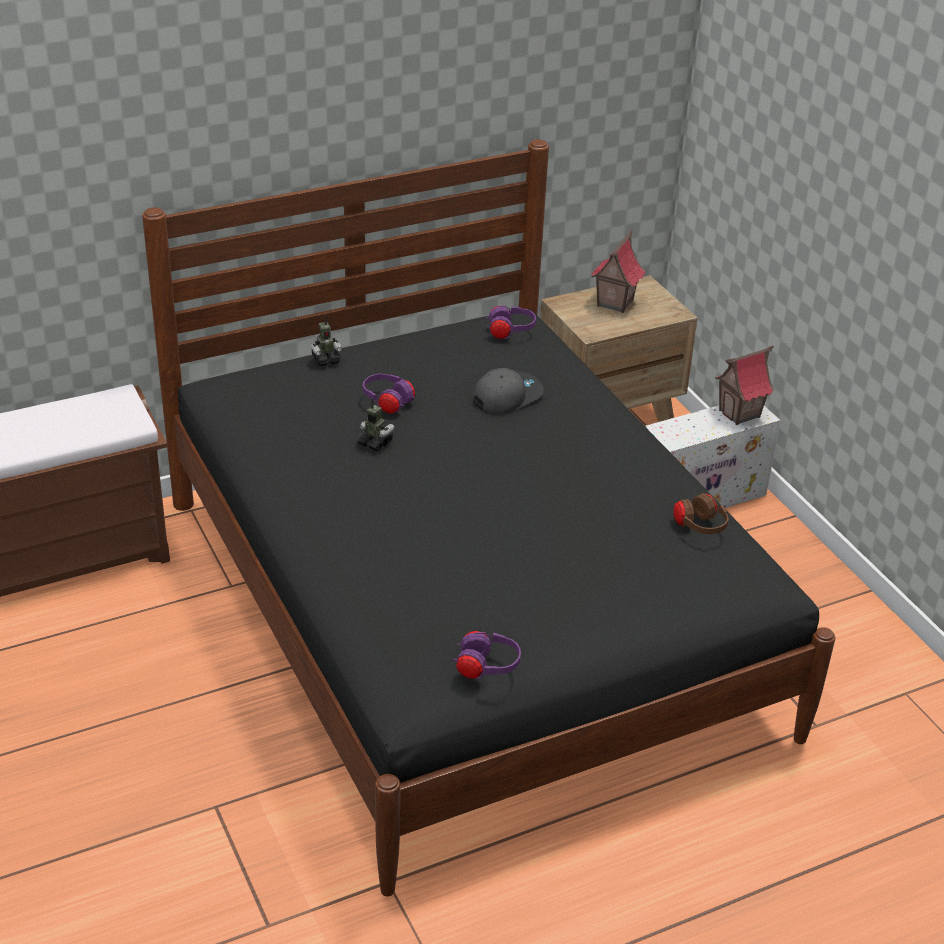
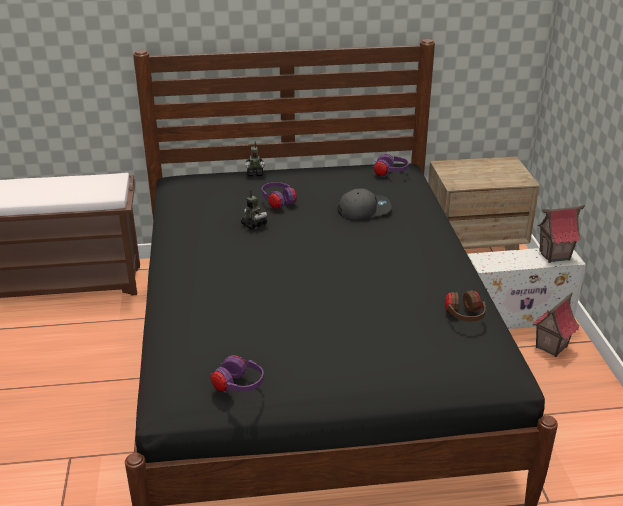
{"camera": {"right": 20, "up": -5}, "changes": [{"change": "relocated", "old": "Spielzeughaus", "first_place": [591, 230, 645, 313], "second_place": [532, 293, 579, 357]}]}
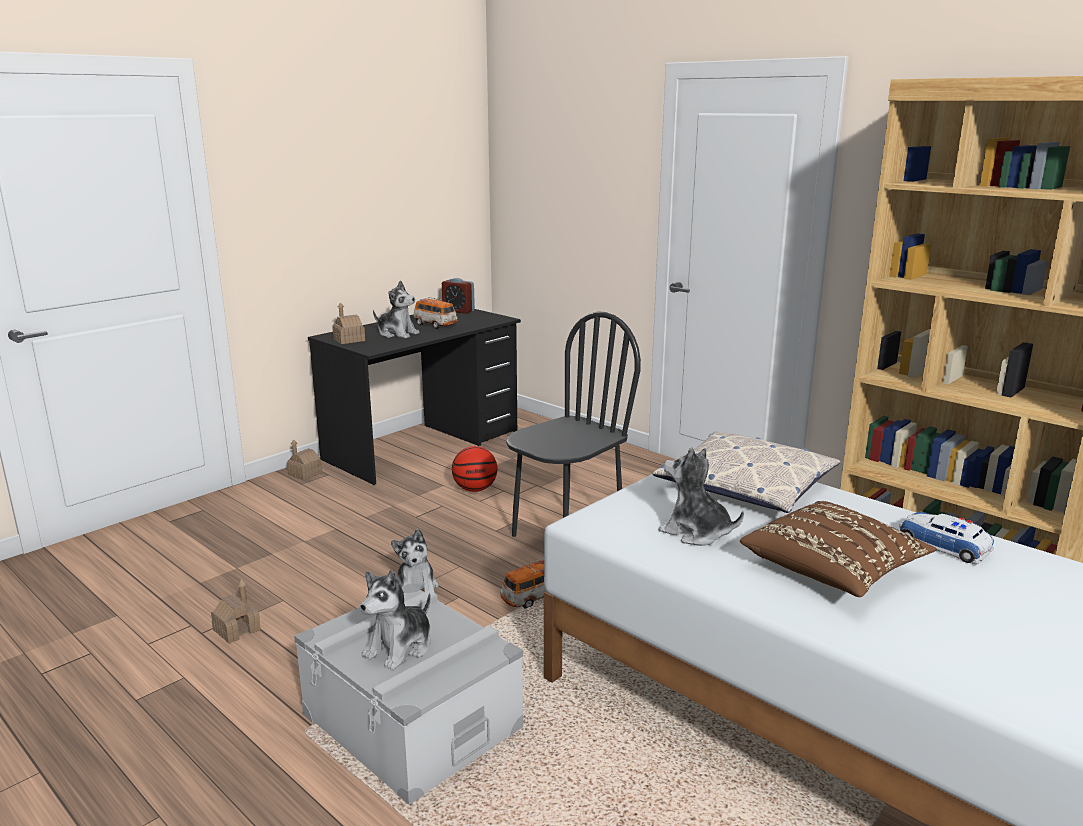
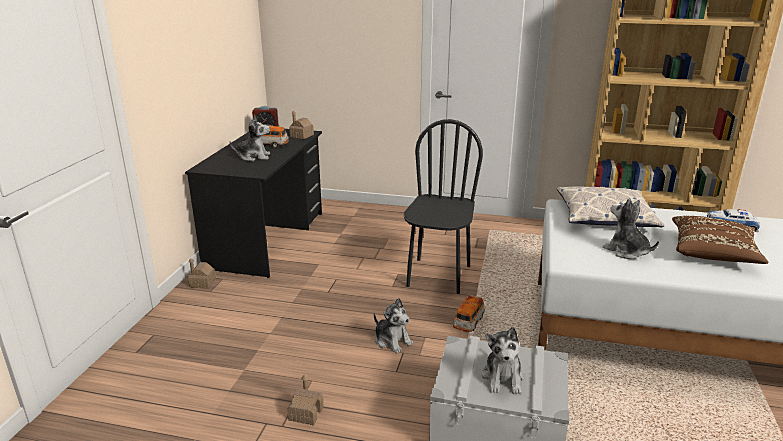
{"camera": {"right": -30, "up": 5}, "changes": [{"change": "relocated", "old": "Spielzeughaus", "first_place": [332, 302, 365, 344], "second_place": [289, 110, 314, 139]}, {"change": "spun", "old": "Plüschtier", "first_place": [659, 447, 744, 546], "second_place": [603, 198, 659, 259], "degrees": 45}, {"change": "missing", "old": "Basketball", "first_place": [452, 446, 497, 492]}]}
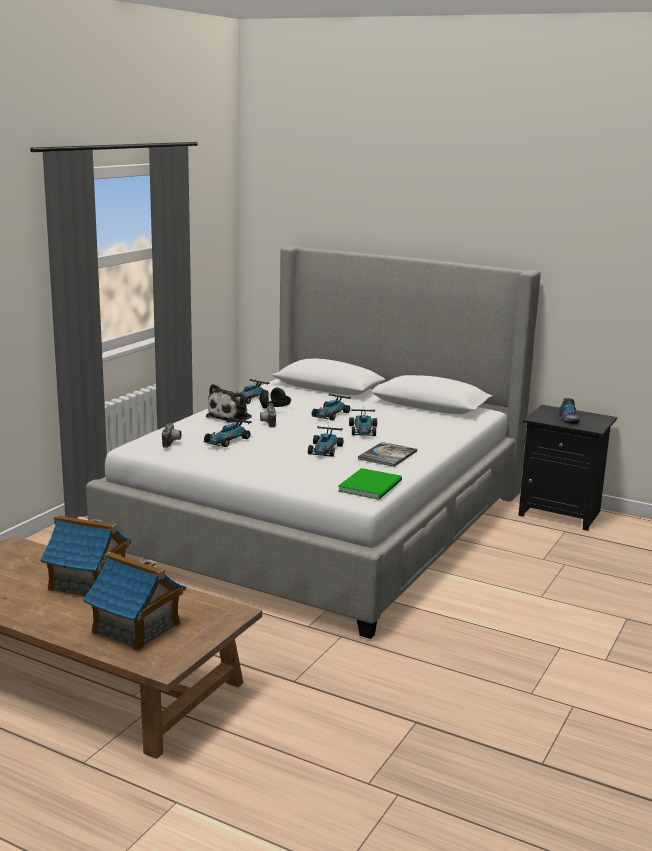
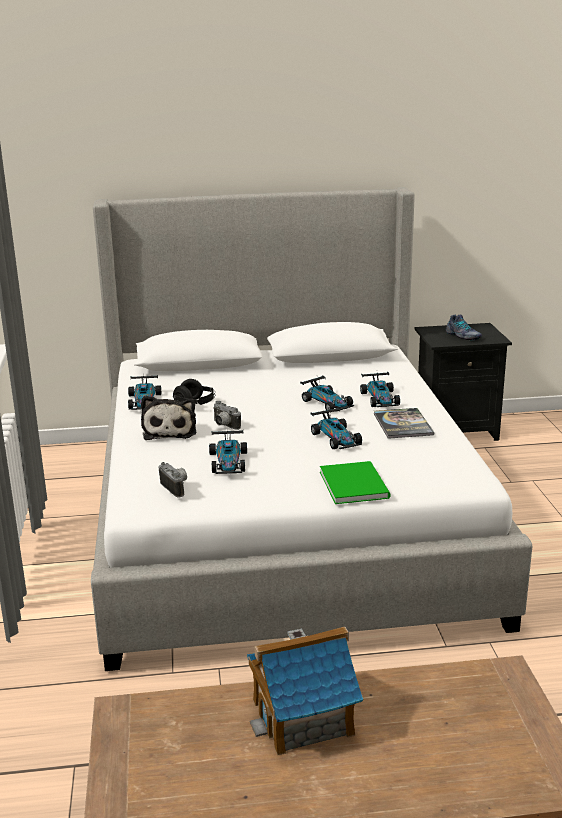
{"camera": {"right": -35, "up": 5}, "changes": [{"change": "relocated", "old": "Buch [grün]", "first_place": [338, 468, 402, 500], "second_place": [320, 461, 390, 504]}, {"change": "relocated", "old": "Spielzeugauto", "first_place": [312, 393, 351, 420], "second_place": [360, 372, 400, 407]}, {"change": "missing", "old": "Spielzeughaus", "first_place": [83, 552, 186, 651]}]}
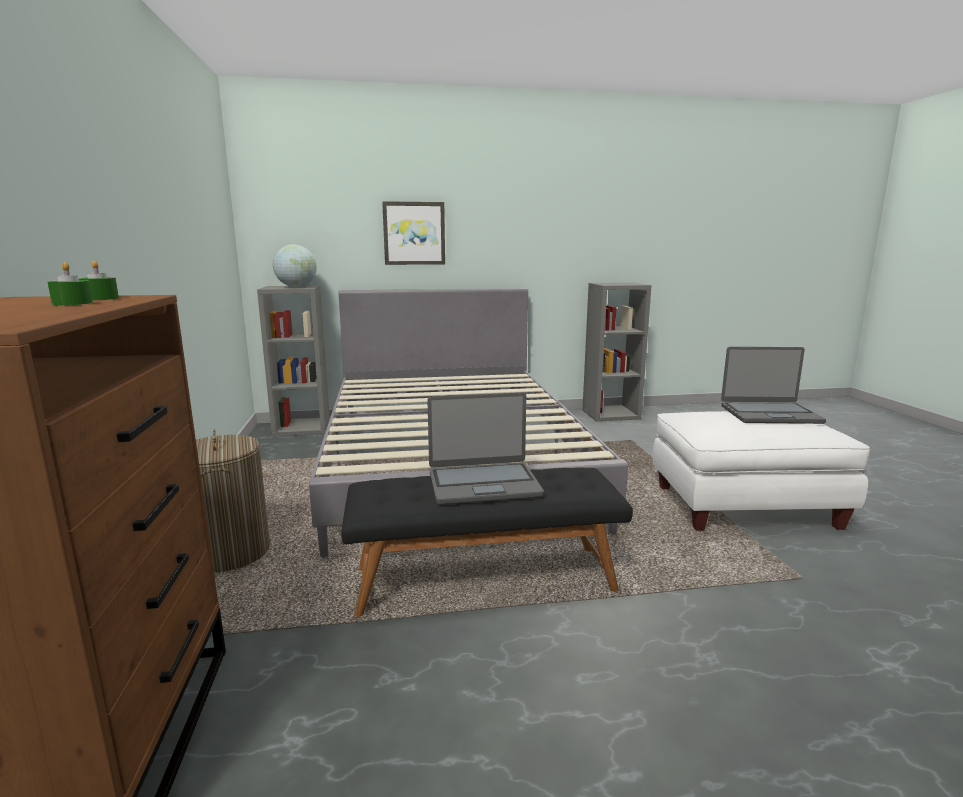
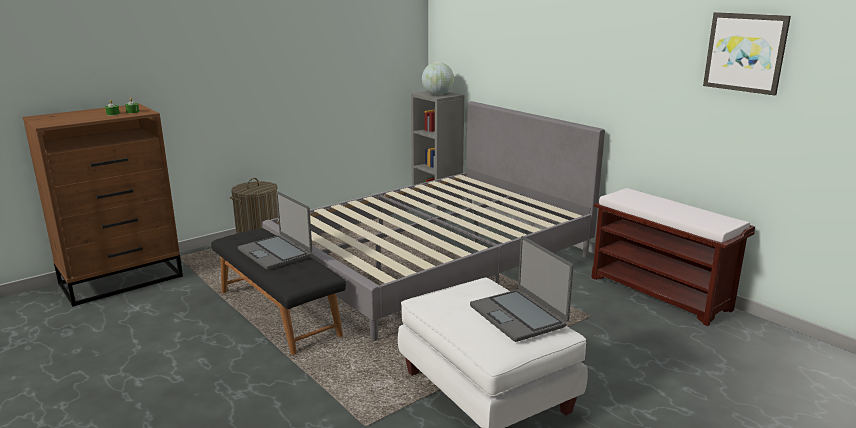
{"camera": {"right": 60, "up": 5}, "changes": [{"change": "exchanged", "old": "Bücherregal [grau]", "new": "Bank [braun]", "first_place": [583, 282, 652, 422], "second_place": [591, 188, 755, 326]}, {"change": "relocated", "old": "Bild", "first_place": [382, 201, 445, 265], "second_place": [703, 12, 791, 96]}]}
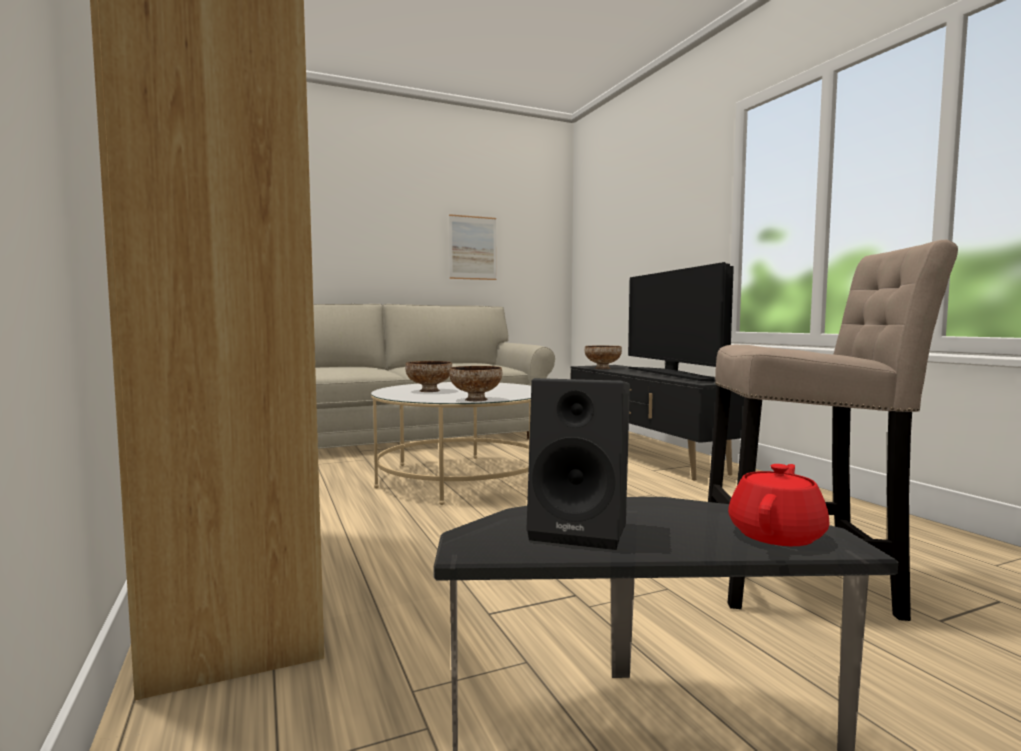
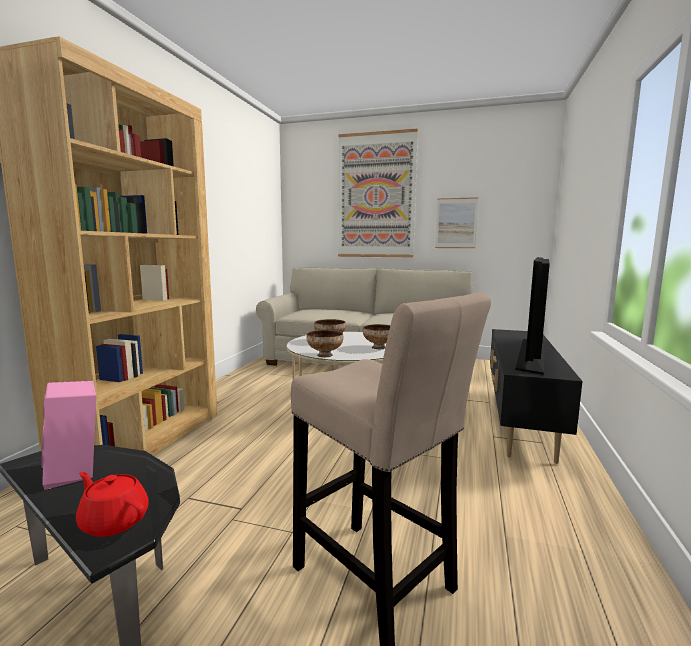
{"camera": {"right": 40, "up": 5}, "changes": [{"change": "colour", "old": "Lautsprecher [schwarz]", "new": "Lautsprecher [rosa]", "first_place": [526, 378, 630, 550], "second_place": [42, 381, 96, 490]}, {"change": "spun", "old": "Teekanne [rot]", "first_place": [728, 464, 829, 546], "second_place": [76, 472, 149, 537], "degrees": -135}, {"change": "appeared", "new": "Bild", "second_place": [338, 128, 418, 257]}, {"change": "relocated", "old": "Schüssel", "first_place": [585, 346, 622, 369], "second_place": [363, 324, 391, 349]}]}
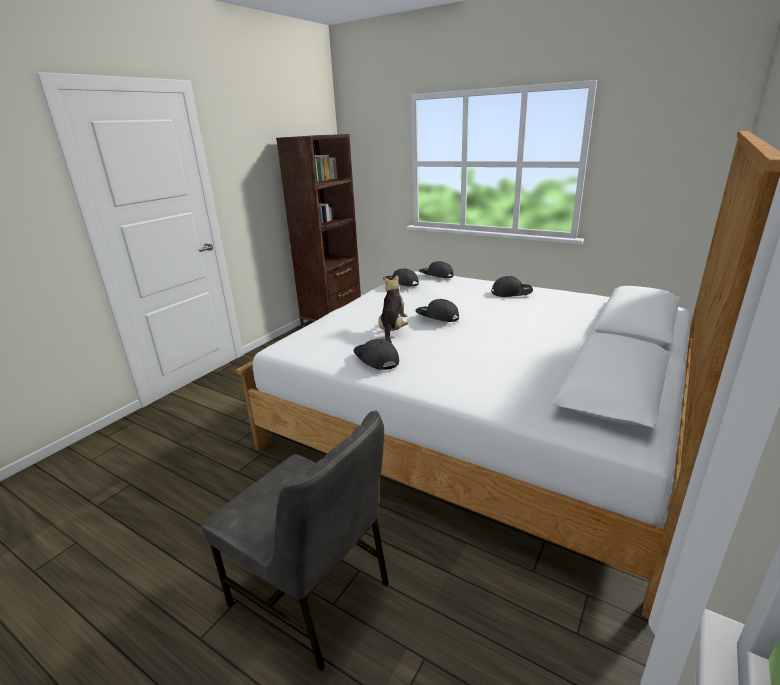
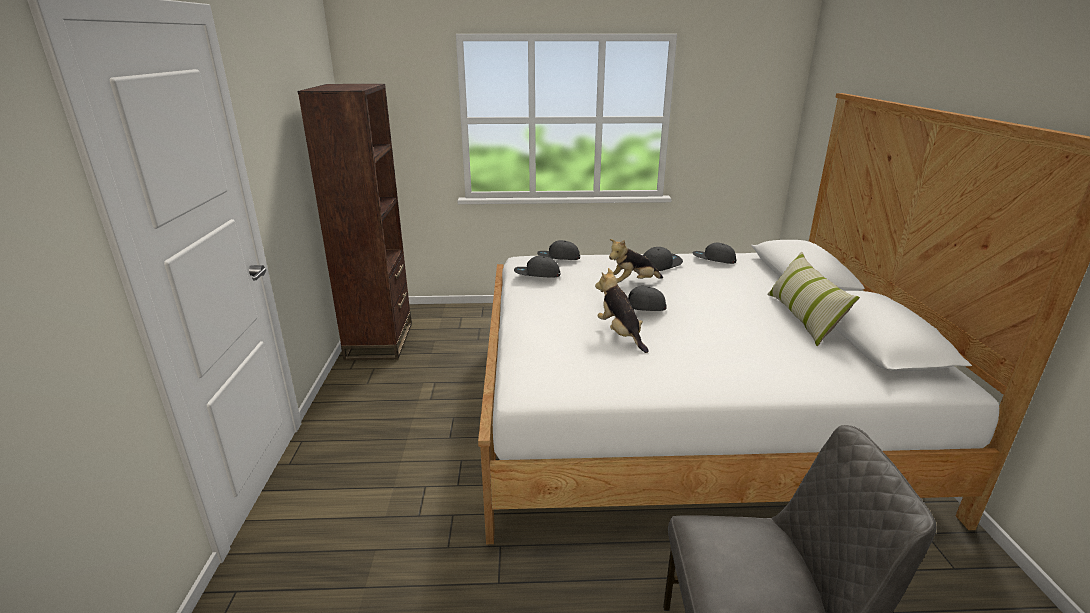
{"camera": {"right": -35, "up": 0}, "changes": [{"change": "appeared", "new": "Plüschtier", "second_place": [609, 239, 663, 283]}, {"change": "relocated", "old": "Kappe [grau]", "first_place": [354, 339, 399, 370], "second_place": [693, 243, 736, 264]}, {"change": "appeared", "new": "Kissen", "second_place": [767, 252, 860, 346]}]}
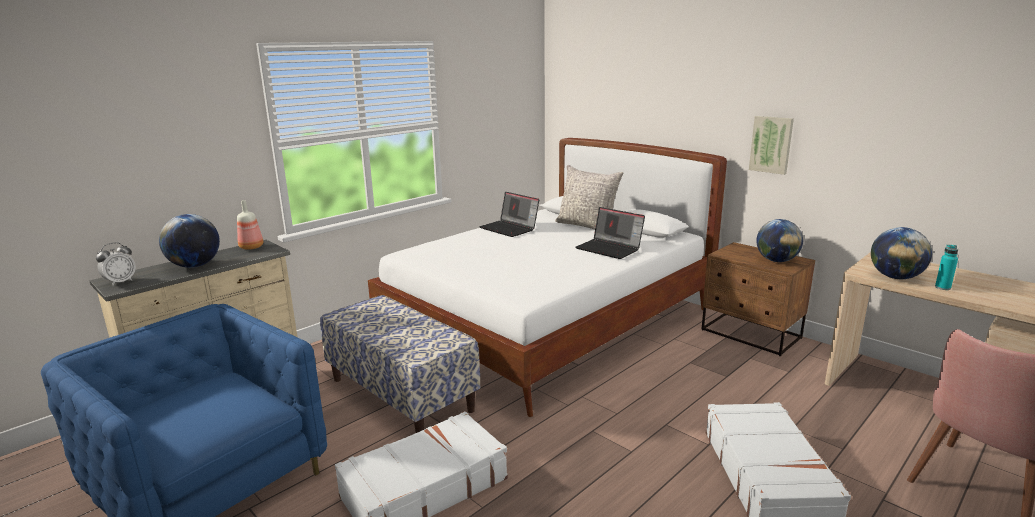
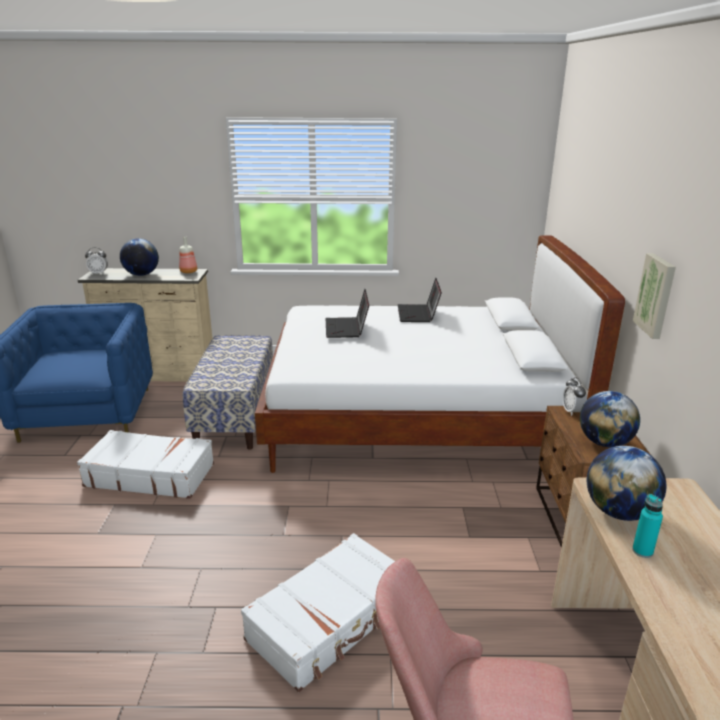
{"camera": {"right": 45, "up": 5}, "changes": [{"change": "relocated", "old": "Laptop", "first_place": [576, 207, 645, 259], "second_place": [326, 289, 369, 338]}, {"change": "appeared", "new": "Wecker", "second_place": [562, 377, 587, 416]}, {"change": "missing", "old": "Kissen [grau]", "first_place": [555, 165, 623, 229]}]}
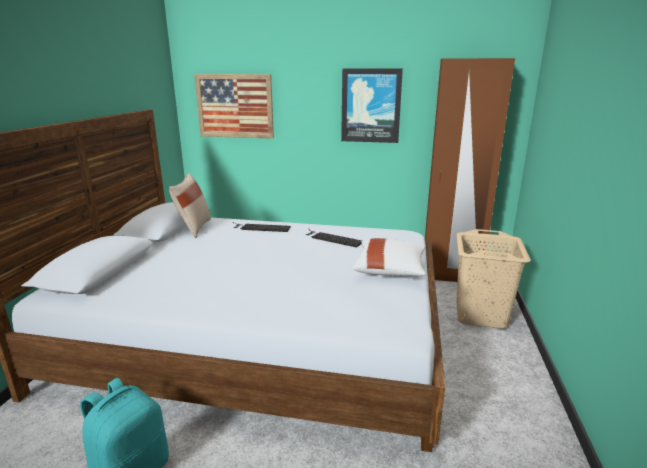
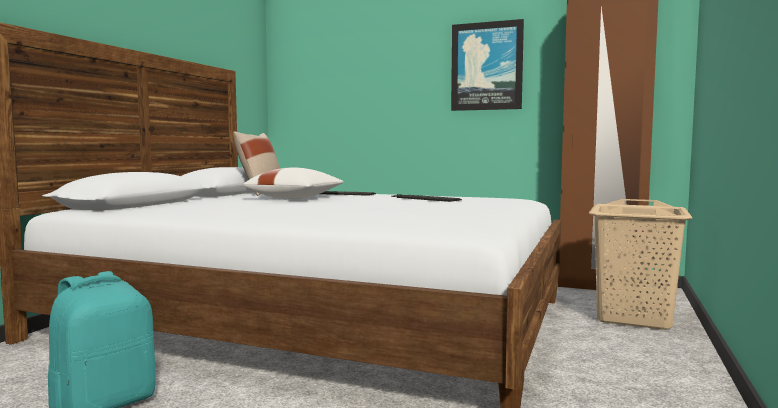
{"camera": {"right": 10, "up": -15}, "changes": [{"change": "relocated", "old": "Kissen [weiß]", "first_place": [352, 238, 426, 276], "second_place": [243, 167, 344, 199]}, {"change": "missing", "old": "Bild", "first_place": [194, 74, 274, 139]}]}
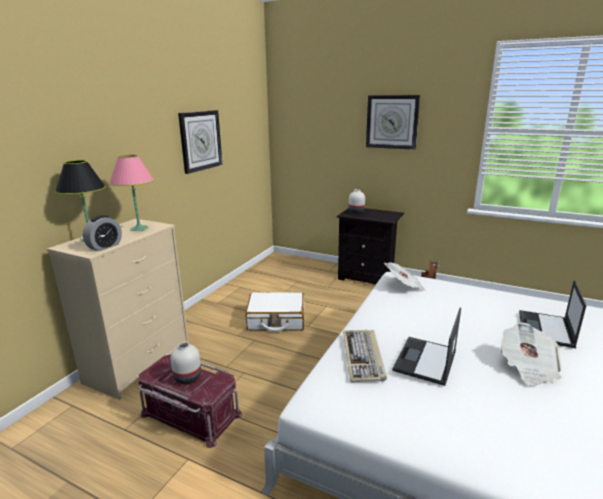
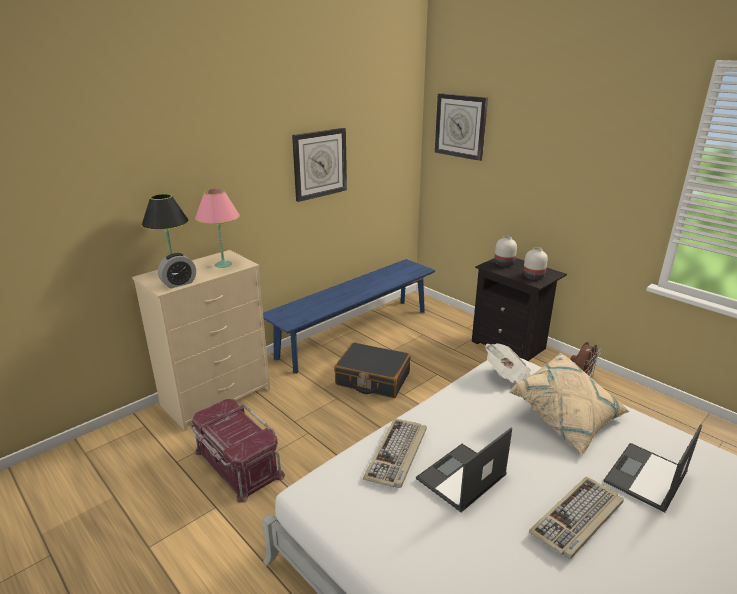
{"camera": {"right": 20, "up": 5}, "changes": [{"change": "appeared", "new": "Bank [blau]", "second_place": [263, 259, 435, 374]}, {"change": "colour", "old": "Koffer [weiß]", "new": "Koffer [schwarz]", "first_place": [245, 292, 304, 332], "second_place": [334, 342, 410, 398]}, {"change": "relocated", "old": "Wanduhr", "first_place": [366, 95, 420, 150], "second_place": [435, 93, 488, 161]}, {"change": "appeared", "new": "Kissen [beige]", "second_place": [510, 353, 630, 455]}, {"change": "relocated", "old": "Vase [weiß]", "first_place": [171, 342, 201, 384], "second_place": [523, 247, 548, 280]}, {"change": "exchanged", "old": "Zeitung", "new": "Tastatur", "first_place": [500, 322, 561, 386], "second_place": [529, 476, 624, 559]}]}
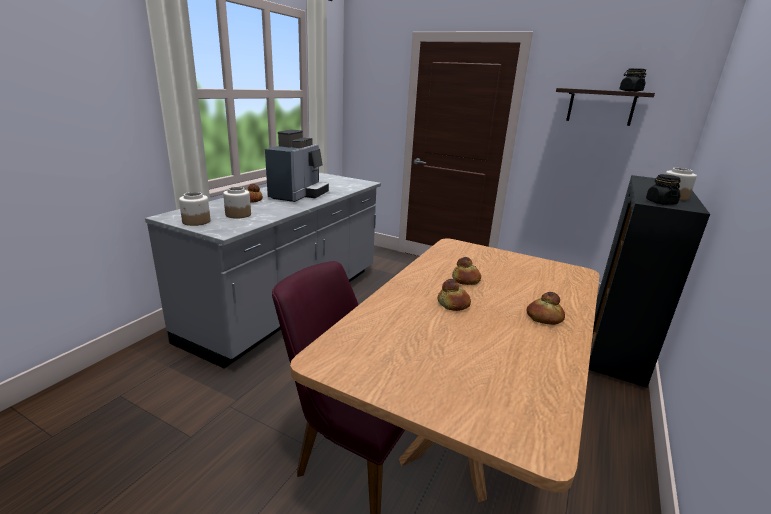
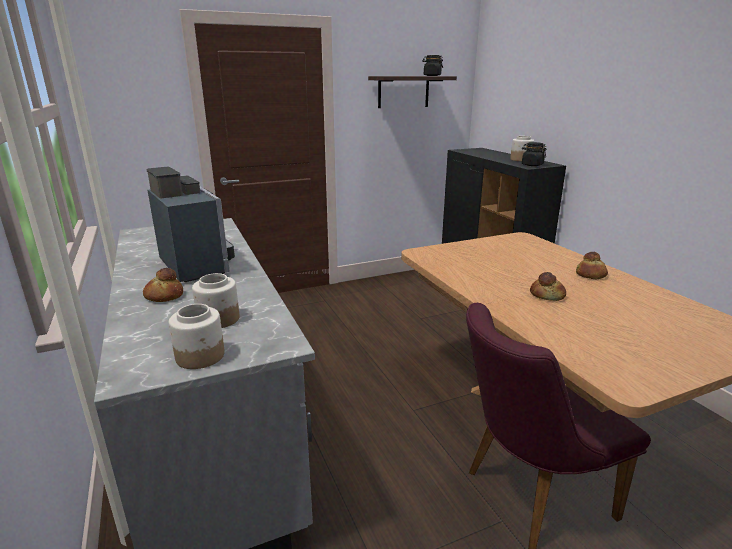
{"camera": {"right": -50, "up": 0}, "changes": [{"change": "missing", "old": "Brot", "first_place": [452, 257, 481, 285]}]}
